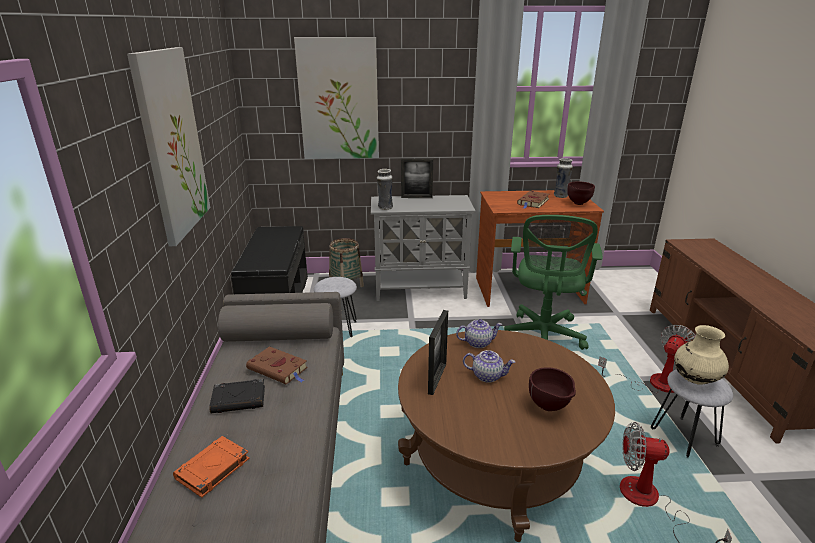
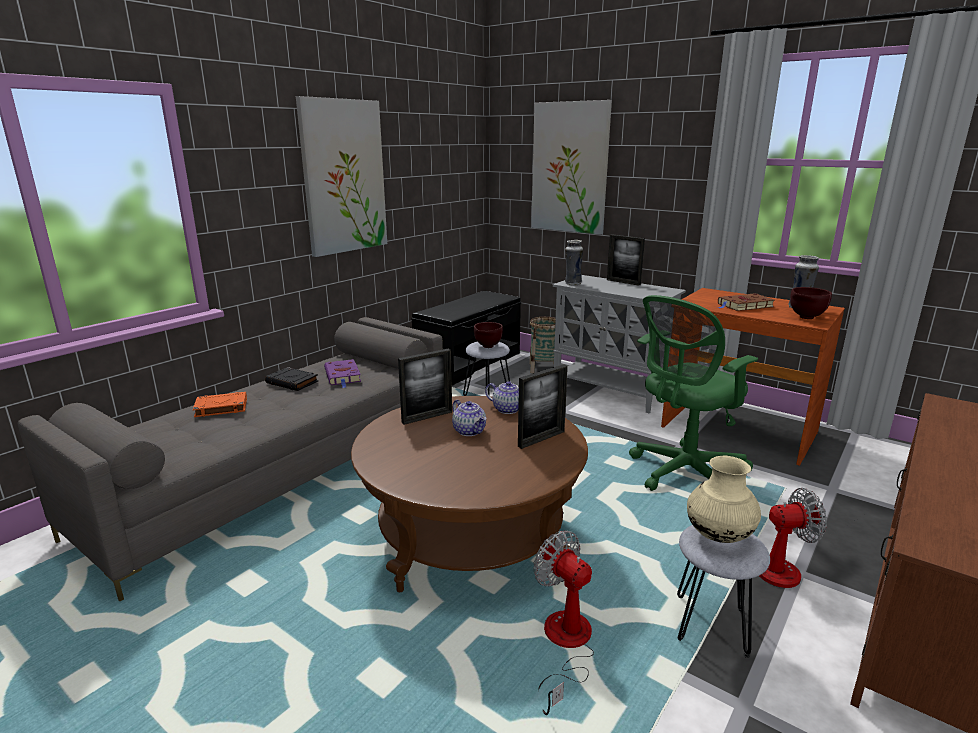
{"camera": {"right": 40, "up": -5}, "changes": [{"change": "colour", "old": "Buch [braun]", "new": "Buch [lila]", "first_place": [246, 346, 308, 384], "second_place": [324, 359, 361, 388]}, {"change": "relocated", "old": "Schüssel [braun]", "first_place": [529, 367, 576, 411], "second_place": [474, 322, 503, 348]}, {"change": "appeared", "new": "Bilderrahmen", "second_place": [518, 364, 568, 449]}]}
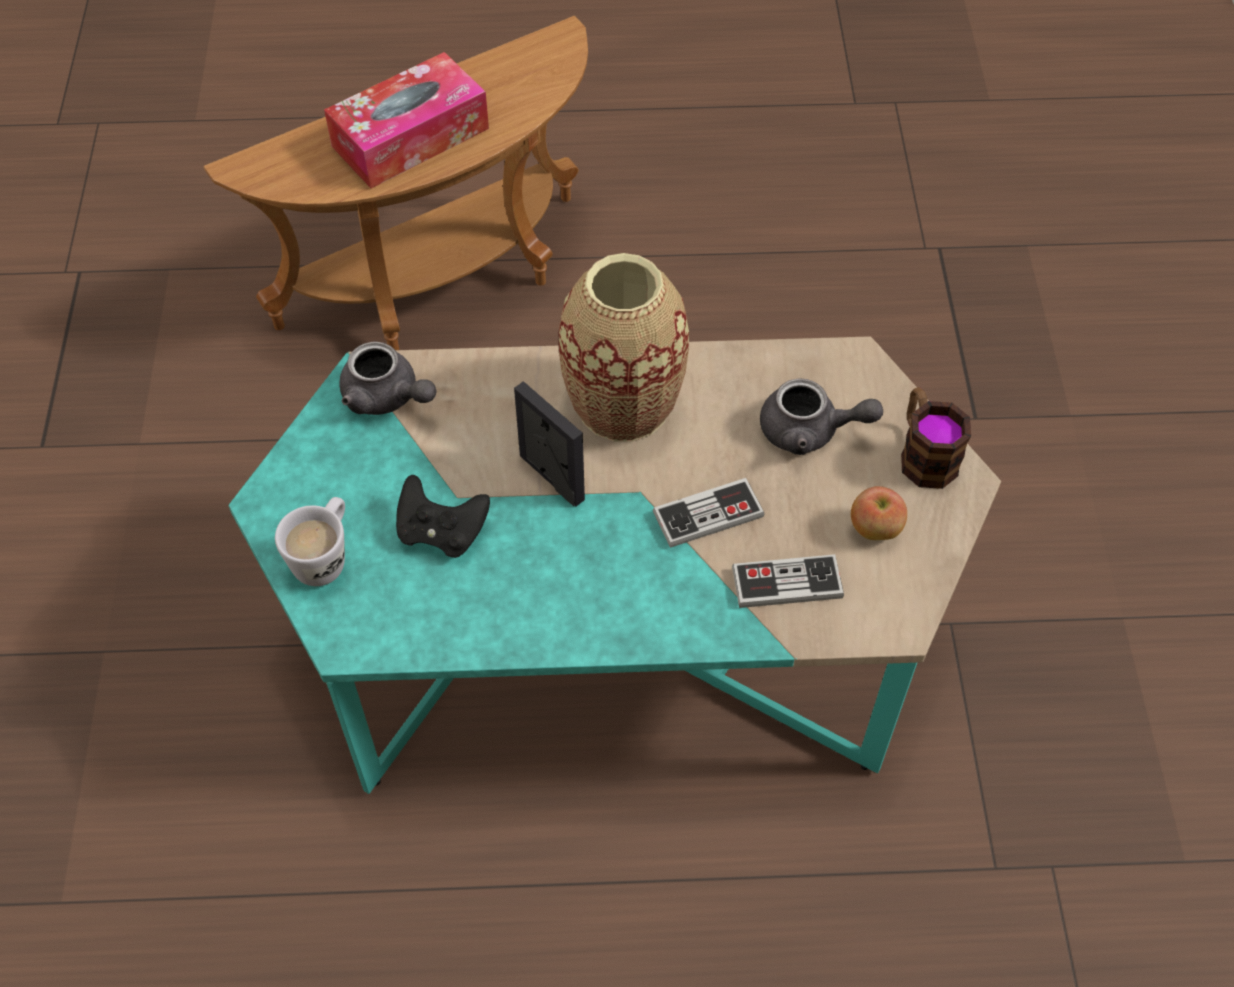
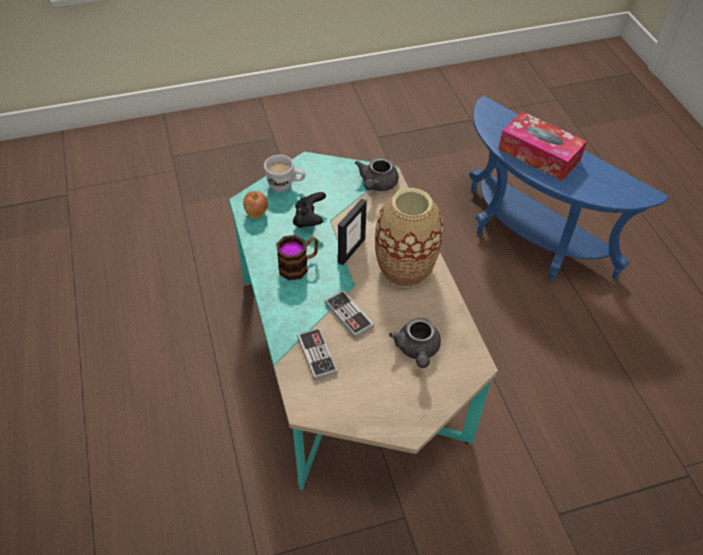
{"camera": {"right": 75, "up": -5}, "changes": [{"change": "relocated", "old": "Apfel", "first_place": [851, 486, 907, 540], "second_place": [243, 191, 268, 218]}, {"change": "relocated", "old": "Henkelbecher", "first_place": [901, 387, 971, 489], "second_place": [276, 235, 318, 280]}, {"change": "colour", "old": "Beistelltisch [braun]", "new": "Beistelltisch [blau]", "first_place": [203, 16, 588, 350], "second_place": [469, 95, 669, 281]}]}
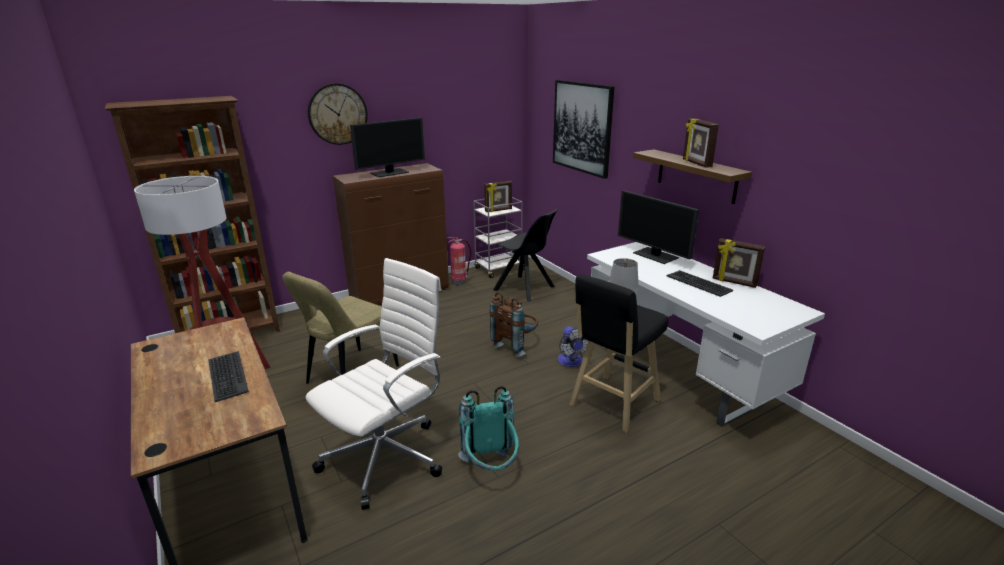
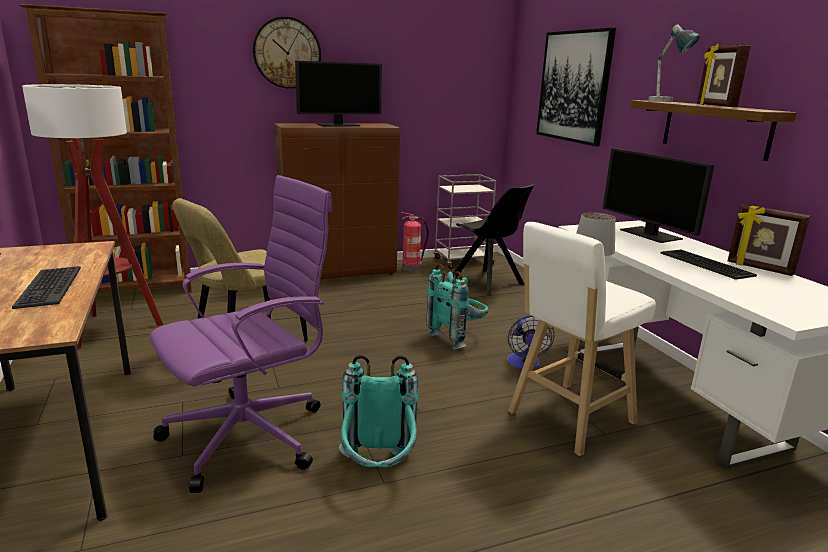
{"camera": {"right": 10, "up": -5}, "changes": [{"change": "colour", "old": "Bürostuhl [weiß]", "new": "Bürostuhl [lila]", "first_place": [305, 258, 442, 510], "second_place": [150, 175, 333, 493]}, {"change": "colour", "old": "Rucksack [braun]", "new": "Rucksack [türkis]", "first_place": [489, 292, 538, 357], "second_place": [426, 264, 488, 349]}, {"change": "colour", "old": "Hocker [schwarz]", "new": "Hocker [weiß]", "first_place": [570, 274, 669, 433], "second_place": [508, 222, 656, 456]}, {"change": "appeared", "new": "Tischlampe", "second_place": [648, 25, 700, 102]}, {"change": "missing", "old": "Bilderrahmen", "first_place": [484, 181, 512, 212]}]}
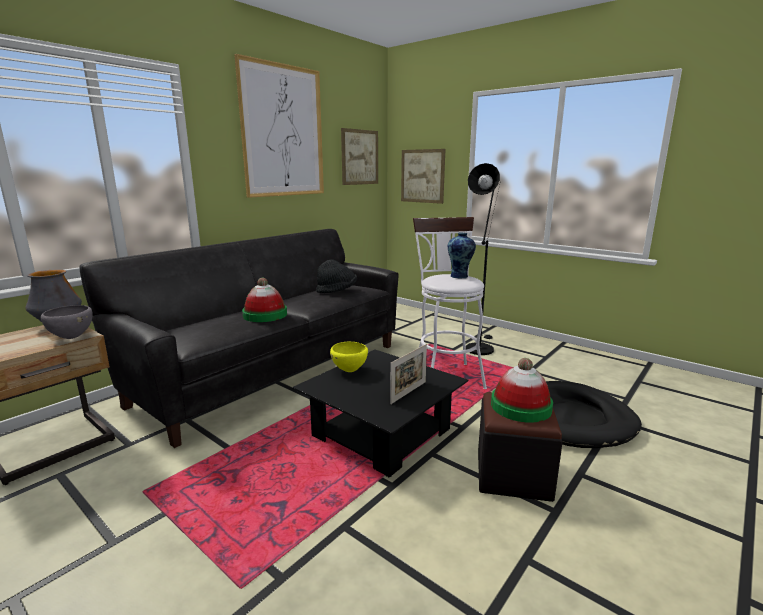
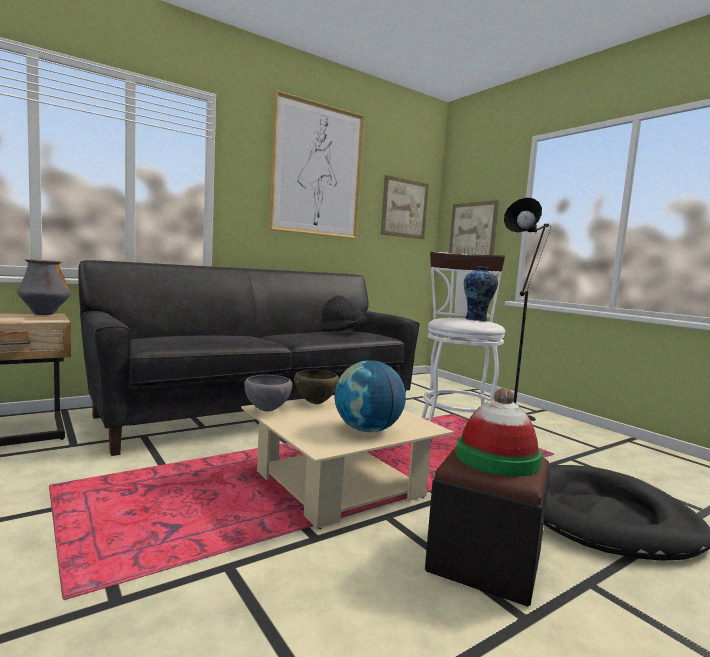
{"camera": {"right": 15, "up": -10}, "changes": [{"change": "colour", "old": "Couchtisch [schwarz]", "new": "Couchtisch [beige]", "first_place": [292, 350, 468, 477], "second_place": [241, 395, 454, 529]}, {"change": "relocated", "old": "Schüssel [grau]", "first_place": [41, 305, 93, 339], "second_place": [244, 375, 292, 412]}, {"change": "colour", "old": "Schüssel [gelb]", "new": "Schüssel [braun]", "first_place": [330, 342, 368, 372], "second_place": [294, 370, 339, 404]}, {"change": "exchanged", "old": "Bilderrahmen", "new": "Globus", "first_place": [390, 344, 427, 404], "second_place": [335, 360, 406, 432]}, {"change": "missing", "old": "Hut", "first_place": [242, 278, 287, 322]}]}
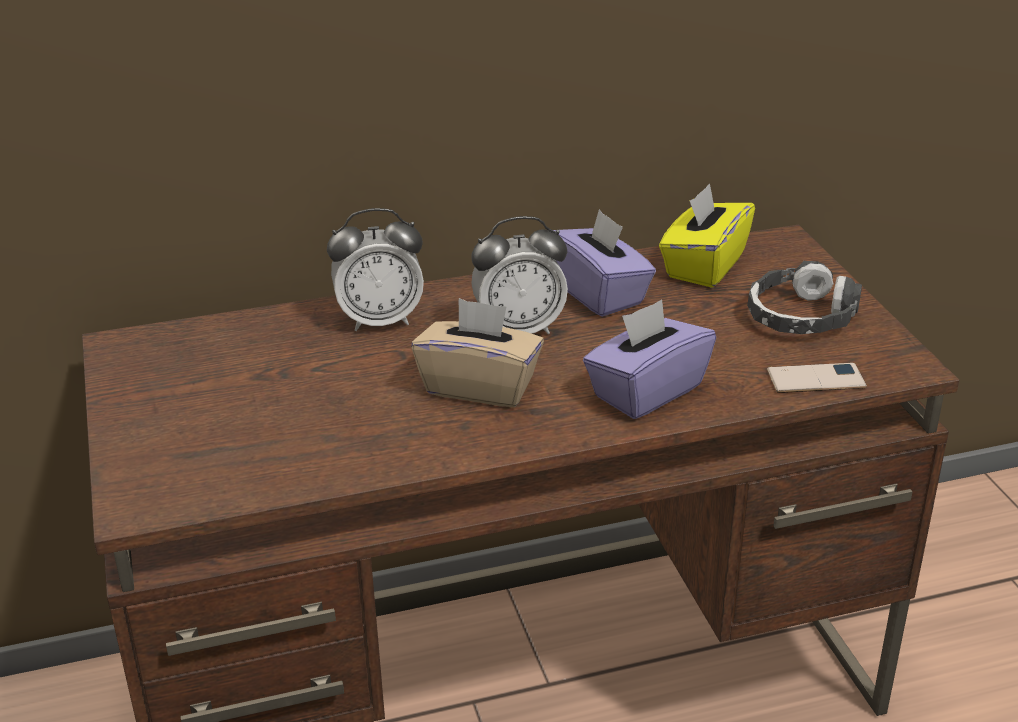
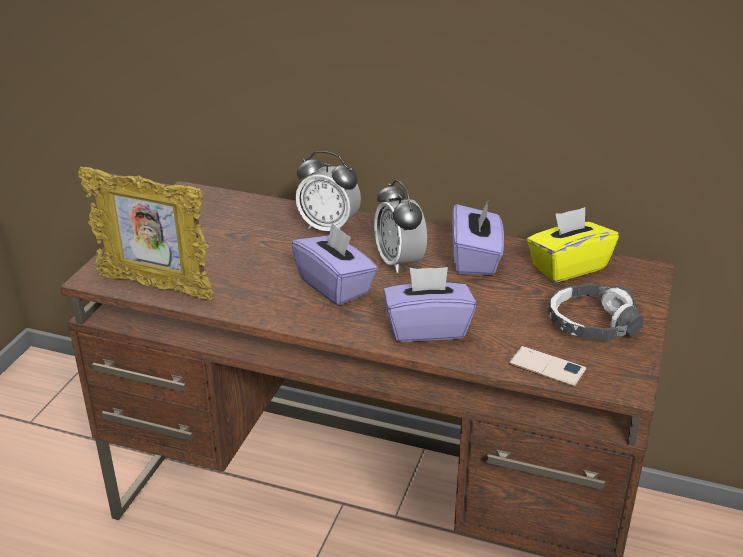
{"camera": {"right": 35, "up": 0}, "changes": [{"change": "appeared", "new": "Bilderrahmen", "second_place": [78, 166, 214, 300]}, {"change": "colour", "old": "Taschentuchbox [beige]", "new": "Taschentuchbox [lila]", "first_place": [411, 298, 544, 407], "second_place": [291, 223, 378, 305]}, {"change": "spun", "old": "Wecker", "first_place": [471, 216, 568, 334], "second_place": [374, 180, 427, 274], "degrees": 45}]}
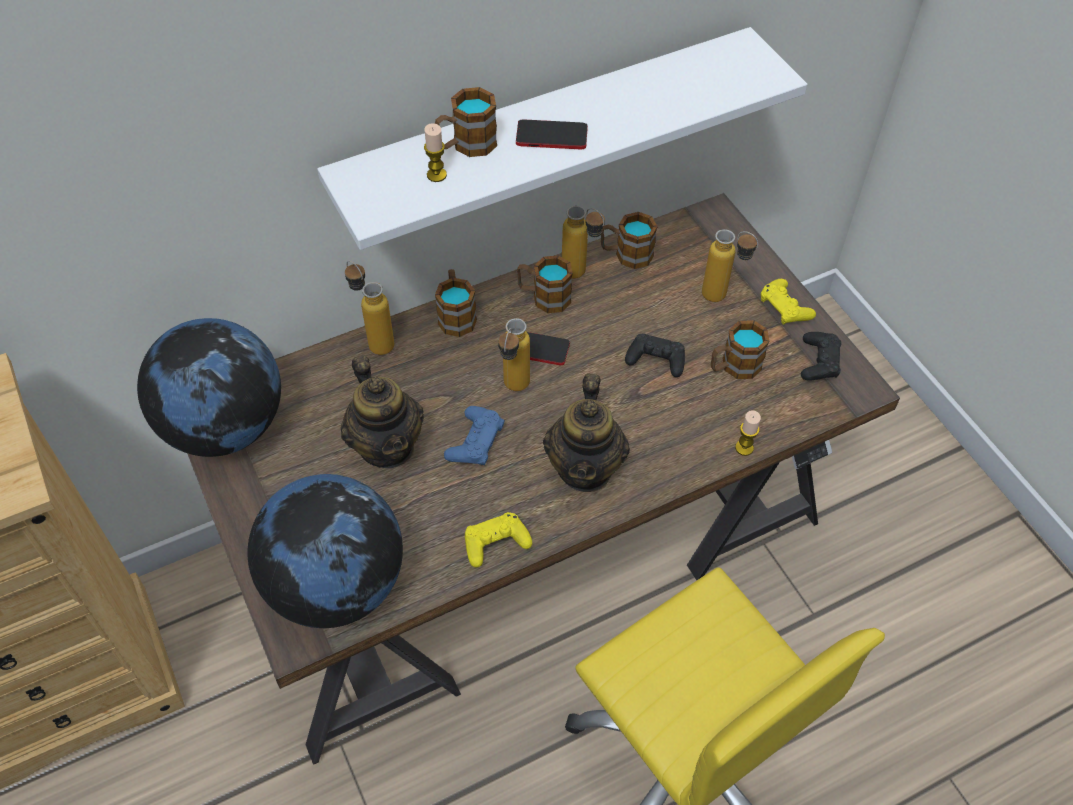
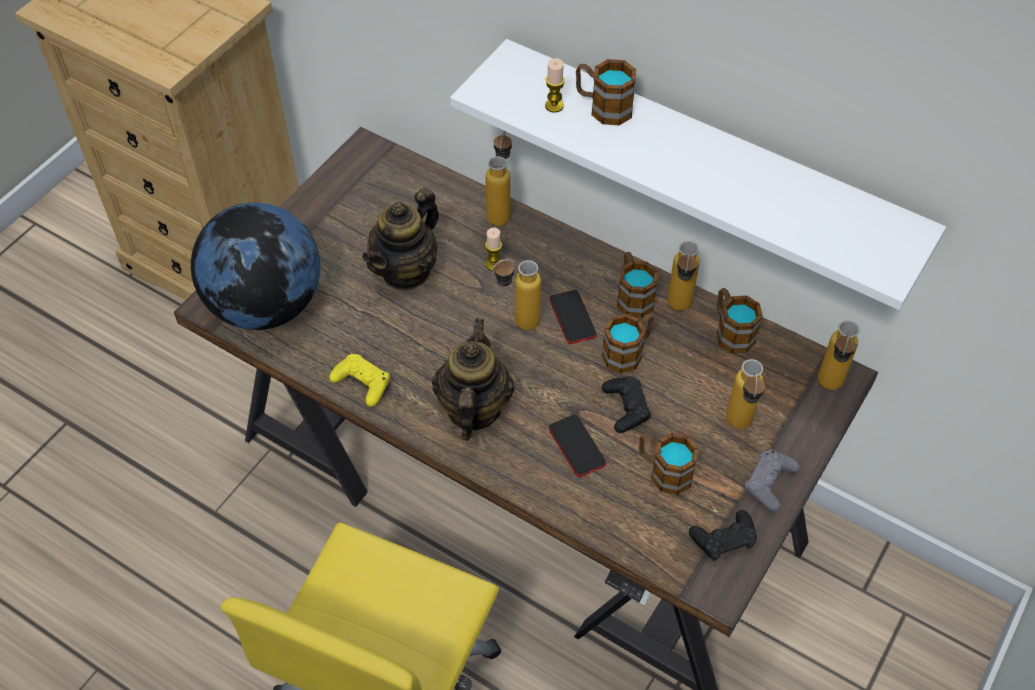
{"camera": {"right": 60, "up": 0}, "changes": [{"change": "spun", "old": "Teekanne", "first_place": [543, 373, 630, 492], "second_place": [432, 318, 515, 441], "degrees": 120}, {"change": "relocated", "old": "Kerze", "first_place": [735, 410, 761, 456], "second_place": [485, 228, 502, 271]}, {"change": "relocated", "old": "Handy", "first_place": [516, 119, 588, 149], "second_place": [549, 414, 606, 477]}, {"change": "relocated", "old": "Henkelbecher", "first_place": [435, 269, 477, 337], "second_place": [602, 313, 654, 373]}, {"change": "colour", "old": "Gamepad [gelb]", "new": "Gamepad [grau]", "first_place": [761, 279, 816, 325], "second_place": [745, 450, 800, 512]}, {"change": "appeared", "new": "Flasche", "second_place": [818, 321, 859, 390]}, {"change": "missing", "old": "Globus", "first_place": [137, 318, 281, 457]}, {"change": "missing", "old": "Gamepad [blau]", "first_place": [444, 406, 505, 465]}]}
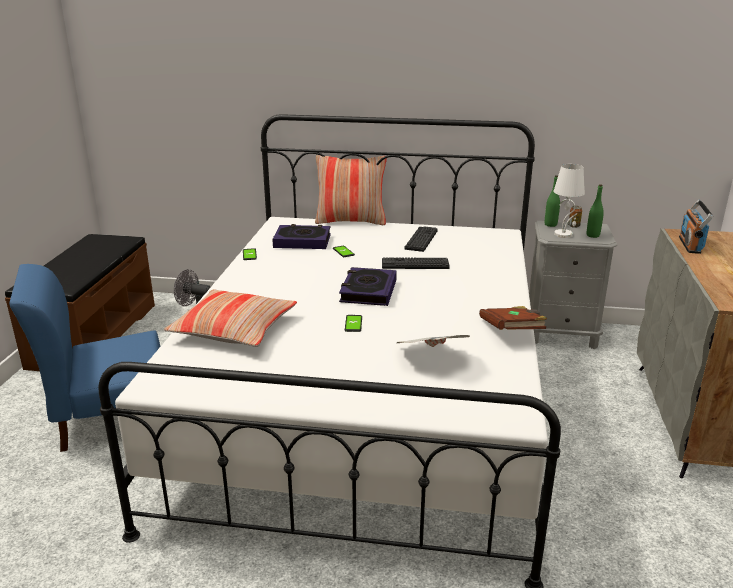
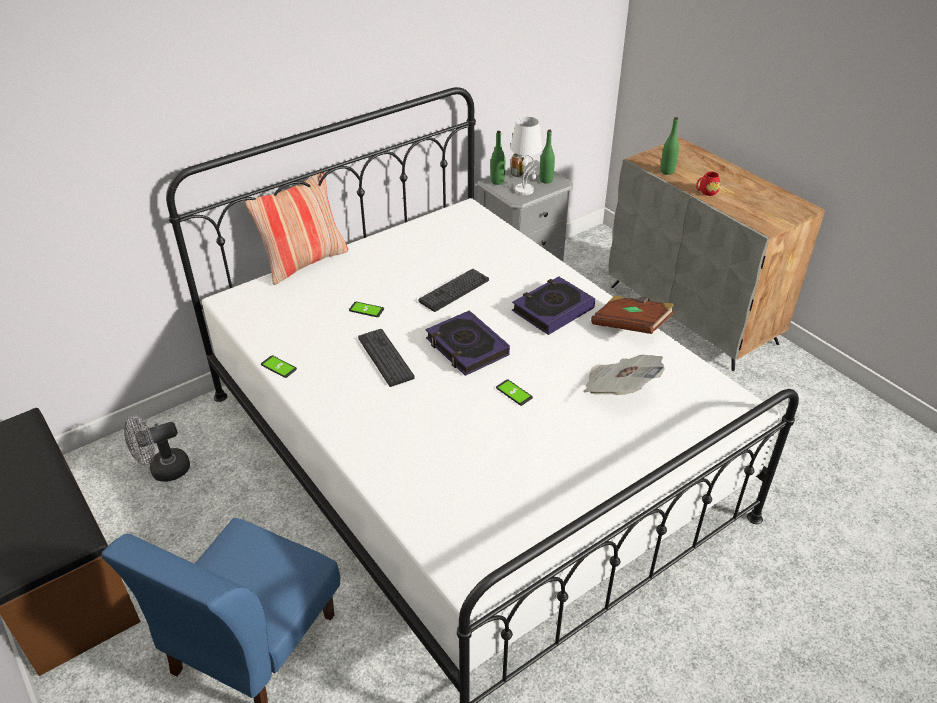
{"camera": {"right": -45, "up": 15}, "changes": [{"change": "relocated", "old": "Tastatur", "first_place": [404, 226, 438, 252], "second_place": [358, 329, 415, 387]}, {"change": "relocated", "old": "Buch", "first_place": [272, 224, 331, 249], "second_place": [512, 276, 595, 335]}, {"change": "exchanged", "old": "Radio", "new": "Flasche [grün]", "first_place": [679, 200, 713, 254], "second_place": [660, 117, 679, 175]}, {"change": "appeared", "new": "Henkelbecher [rot]", "second_place": [696, 171, 720, 196]}, {"change": "missing", "old": "Kissen", "first_place": [164, 289, 297, 347]}]}
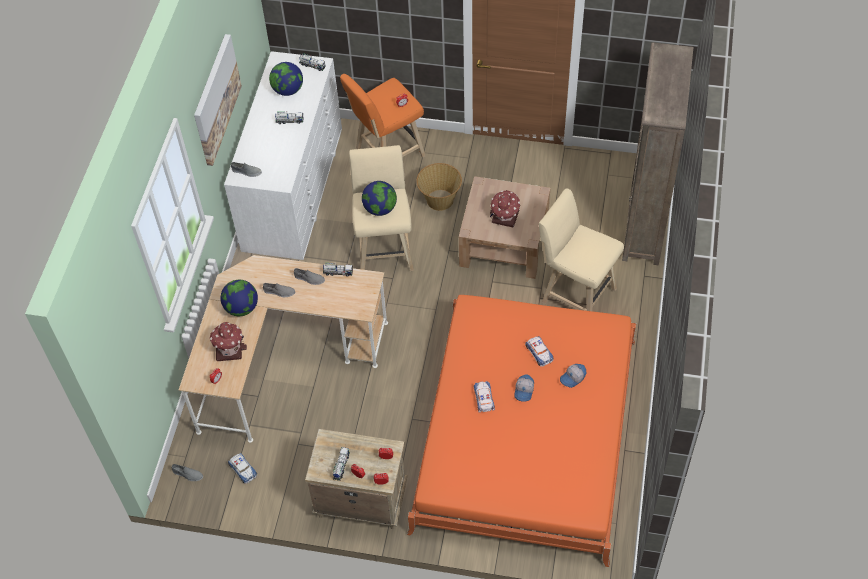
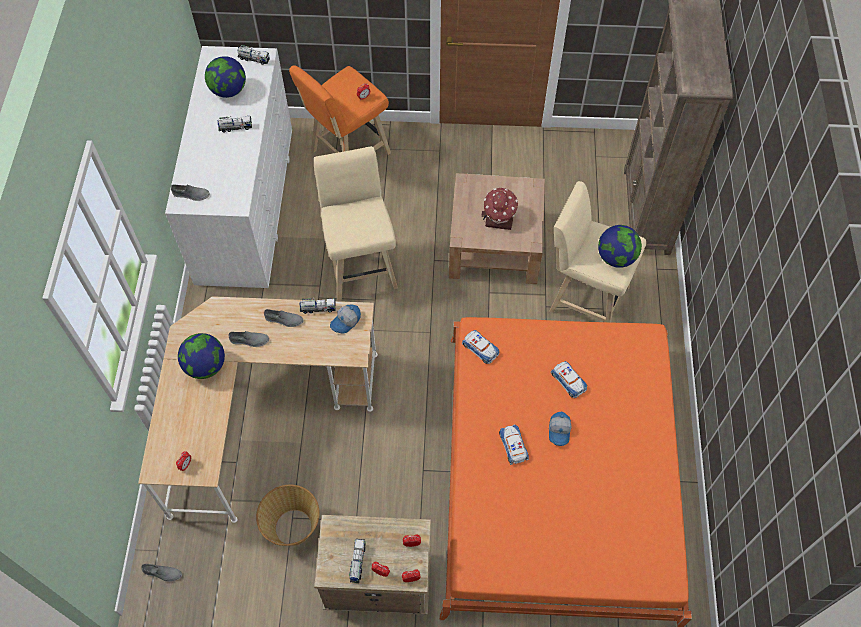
{"camera": {"right": -10, "up": 5}, "changes": [{"change": "relocated", "old": "Korb", "first_place": [416, 163, 462, 211], "second_place": [256, 485, 320, 546]}, {"change": "relocated", "old": "Kappe", "first_place": [560, 364, 586, 388], "second_place": [330, 305, 361, 334]}, {"change": "relocated", "old": "Spielzeugauto", "first_place": [228, 453, 257, 484], "second_place": [462, 330, 499, 364]}, {"change": "relocated", "old": "Globus", "first_place": [362, 181, 397, 216], "second_place": [598, 225, 642, 268]}, {"change": "missing", "old": "Bild", "first_place": [194, 34, 242, 166]}, {"change": "missing", "old": "Spielzeughaus", "first_place": [210, 322, 247, 361]}]}
